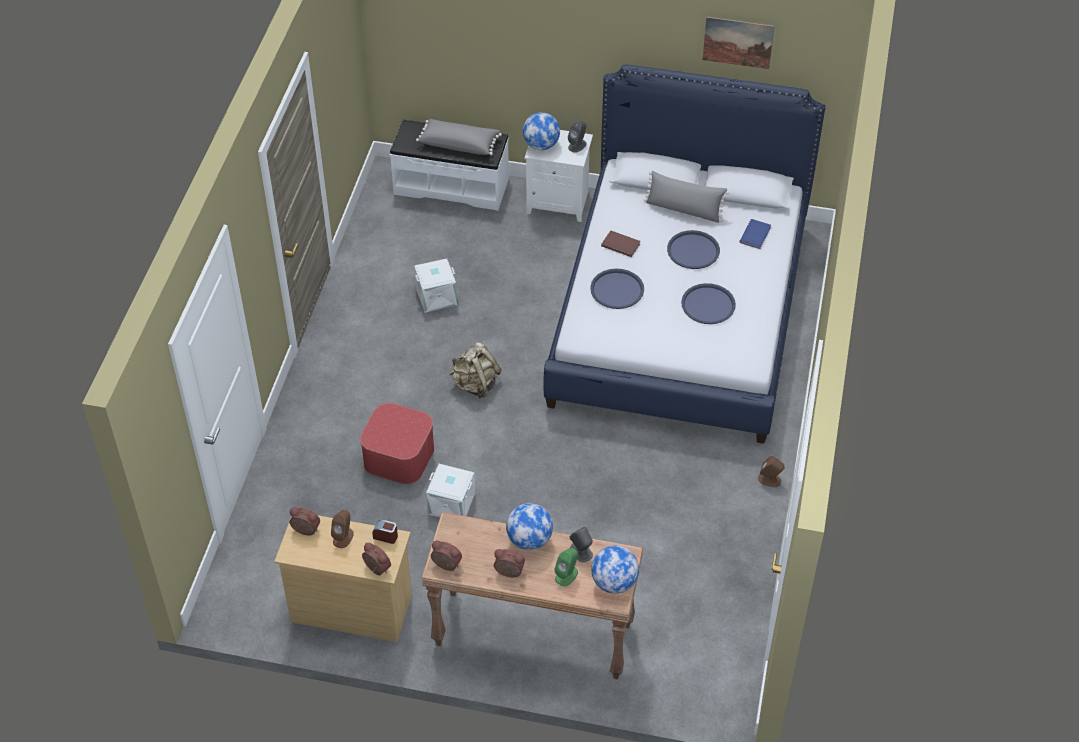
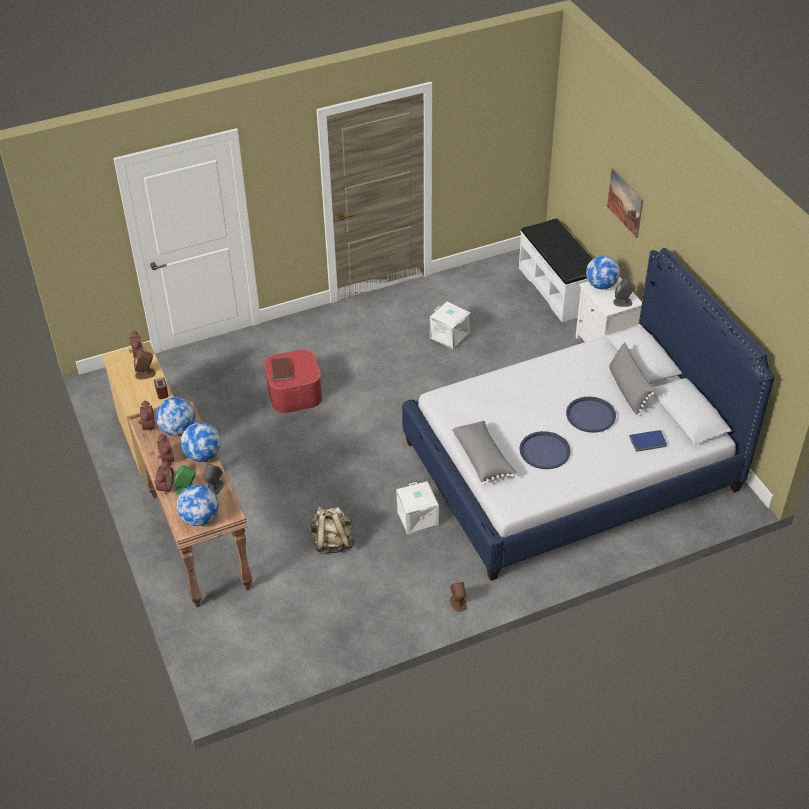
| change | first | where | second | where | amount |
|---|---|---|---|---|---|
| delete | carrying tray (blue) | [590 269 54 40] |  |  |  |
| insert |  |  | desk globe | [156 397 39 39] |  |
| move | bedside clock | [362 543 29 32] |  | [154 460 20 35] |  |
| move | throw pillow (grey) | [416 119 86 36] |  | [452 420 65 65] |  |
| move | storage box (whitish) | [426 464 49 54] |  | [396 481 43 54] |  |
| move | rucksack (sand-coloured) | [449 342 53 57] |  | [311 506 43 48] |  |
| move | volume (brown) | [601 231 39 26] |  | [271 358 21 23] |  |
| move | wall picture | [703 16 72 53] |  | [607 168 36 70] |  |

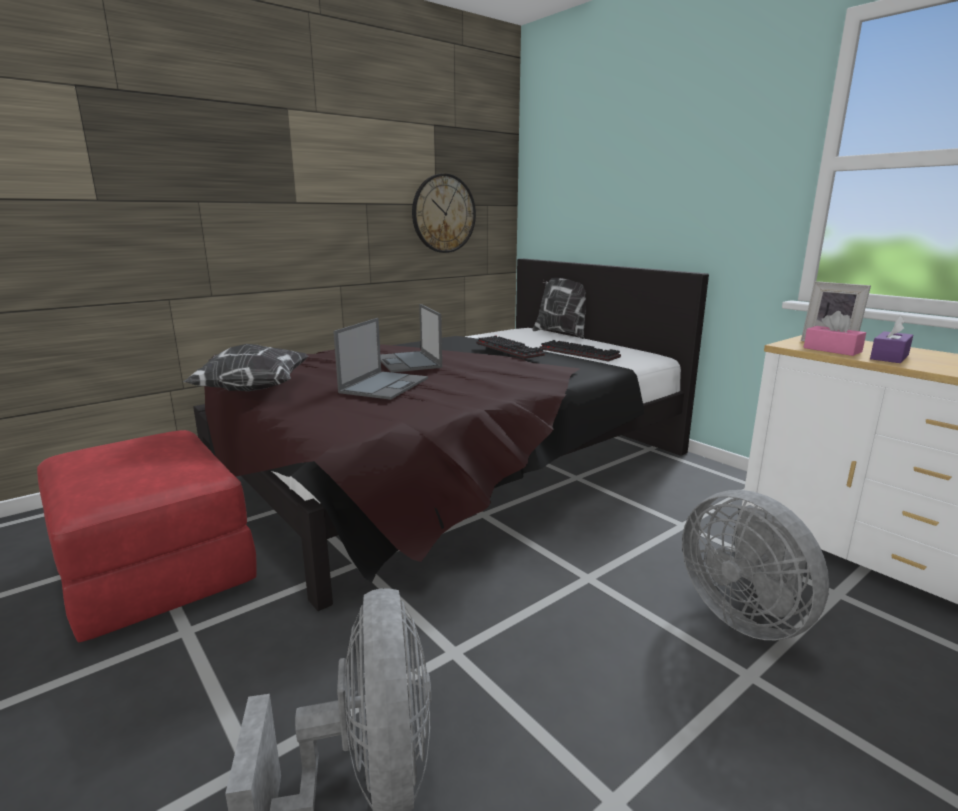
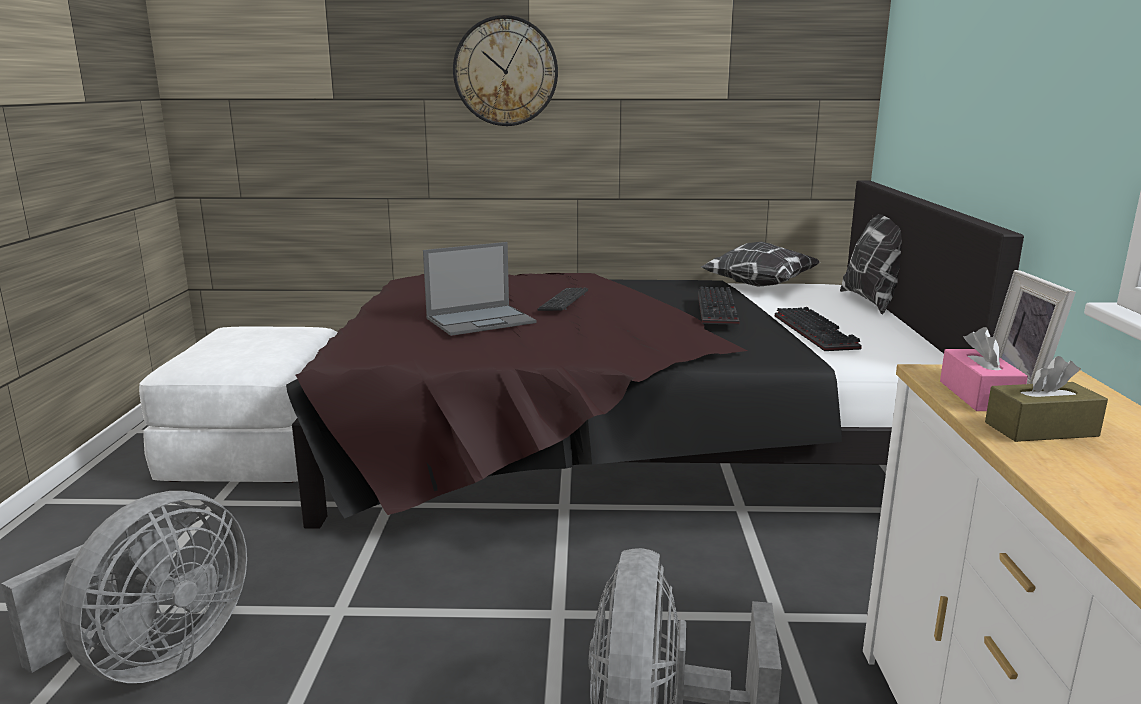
| change | first | where | second | where | amount |
|---|---|---|---|---|---|
| move | throw pillow | [183 344 125 47] |  | [701 242 119 45] |  |
| move | wall clock | [412 173 64 80] |  | [453 15 105 111] |  |
| replace | laptop | [380 304 62 68] | keyboard | [538 287 50 24] |  |
| recolor | footrest (red) | [37 430 220 212] | footrest (whitish) | [139 326 198 157] |  |
| recolor | box of tissues (purplish) | [870 316 43 47] | box of tissues (brown) | [985 356 123 86] |  |

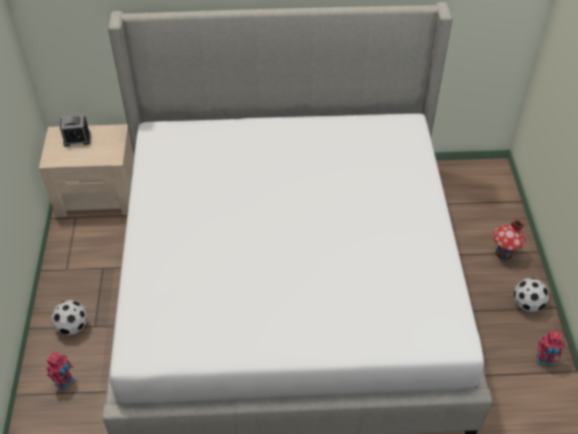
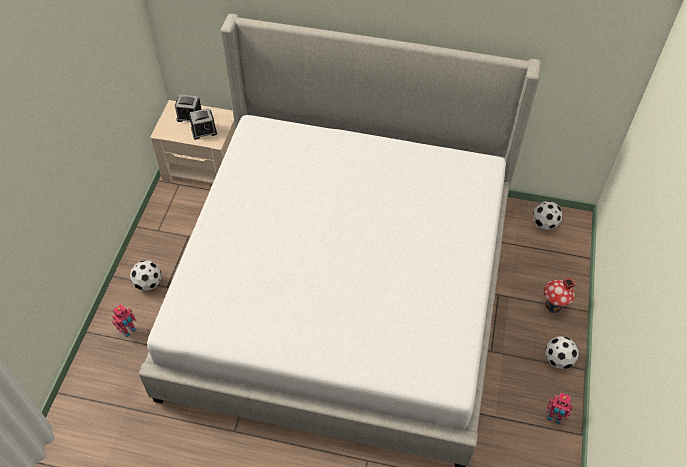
| change | first | where | second | where | amount |
|---|---|---|---|---|---|
| insert |  |  | bedside clock | [189 108 28 32] |  |
| insert |  |  | football ball | [533 201 29 29] |  |

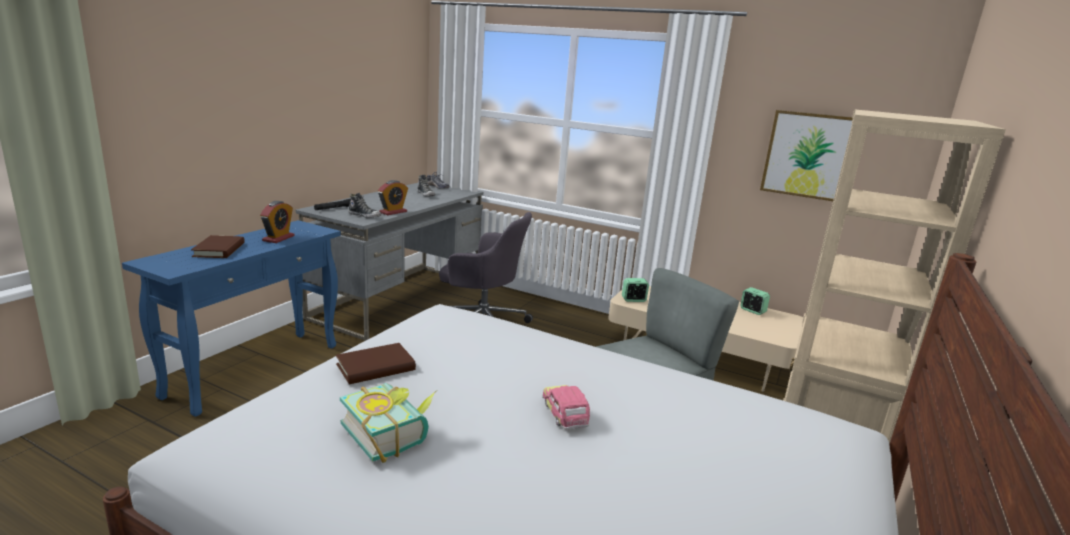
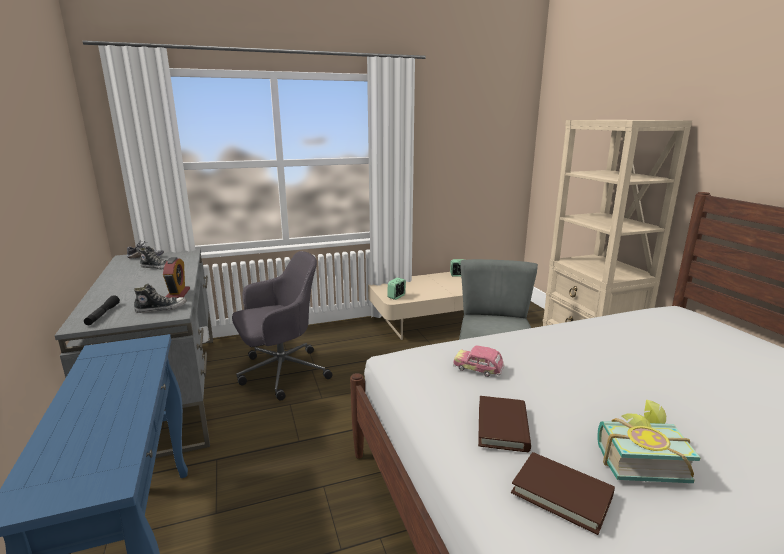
| change | first | where | second | where | amount |
|---|---|---|---|---|---|
| delete | bedside clock | [260 201 35 42] |  |  |  |
| delete | wall picture | [760 110 93 91] |  |  |  |
| move | volume (brown) | [191 235 54 23] |  | [511 452 104 83] |  |
| move | toy car | [542 385 48 45] |  | [453 345 52 32] |  |

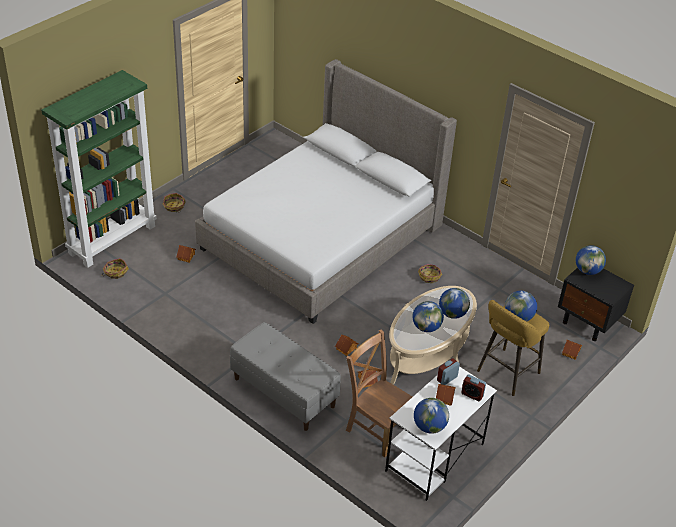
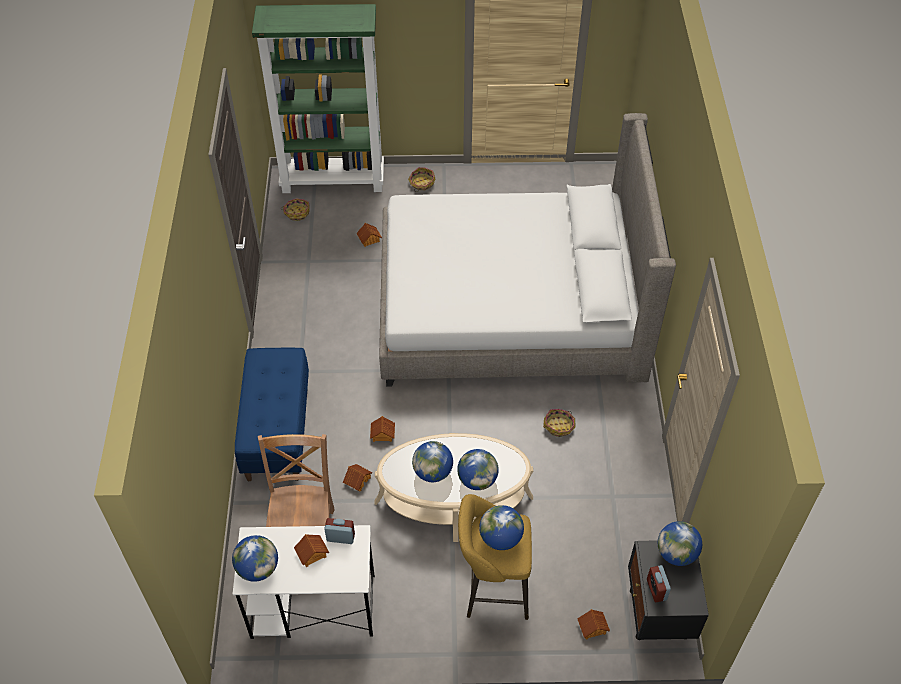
| change | first | where | second | where | amount |
|---|---|---|---|---|---|
| move | bedside clock | [461 375 25 27] |  | [647 565 24 37] |  |
| recolor | bench (grey) | [230 322 111 109] | bench (blue) | [235 348 74 133] |  |

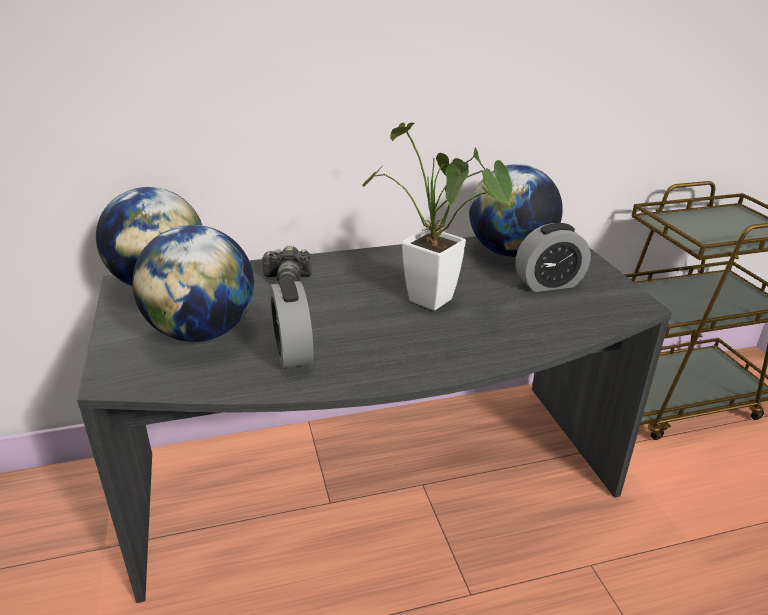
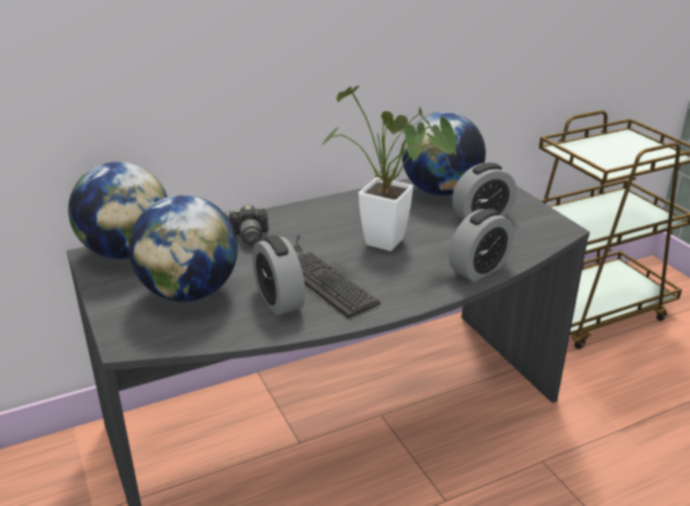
| change | first | where | second | where | amount |
|---|---|---|---|---|---|
| insert |  |  | keyboard | [293 235 88 83] |  |
| insert |  |  | bedside clock | [449 209 65 73] |  |

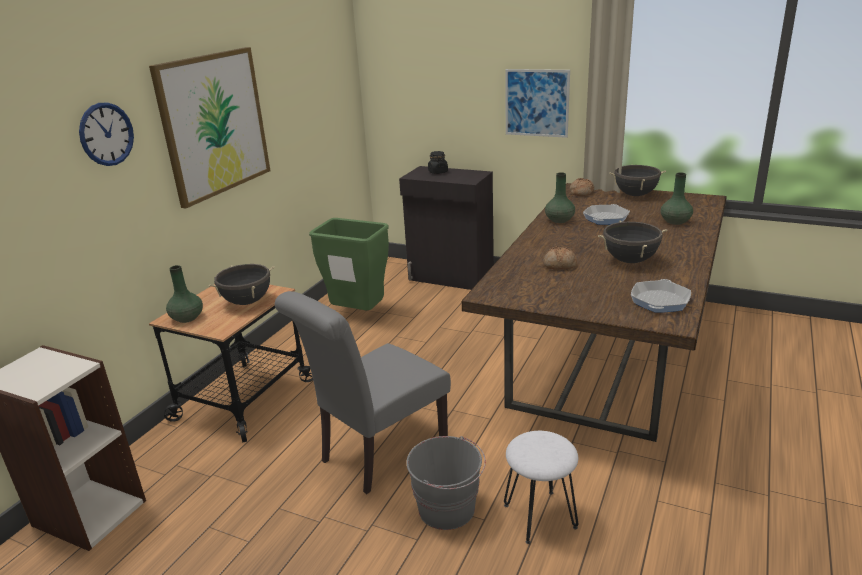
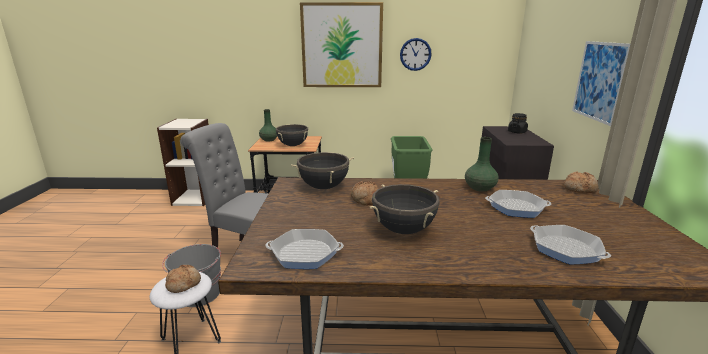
| change | first | where | second | where | amount |
|---|---|---|---|---|---|
| insert |  |  | bread | [165 265 36 28] |  |
| move | wall clock | [79 103 55 63] |  | [400 38 32 33] |  |
| move | saucepot (black) | [609 164 57 32] |  | [291 152 63 37] |  |
| replace | vase (green) | [661 172 32 53] | frying pan | [530 225 81 39] |  |

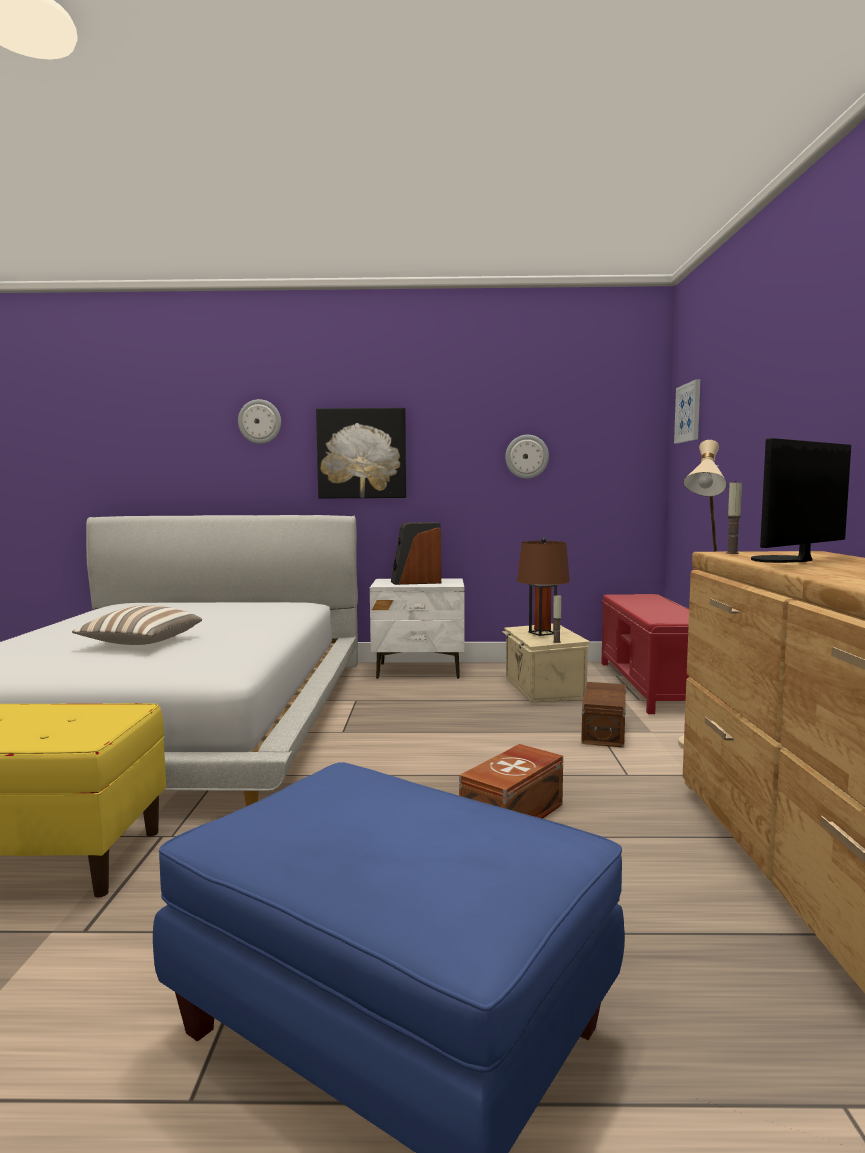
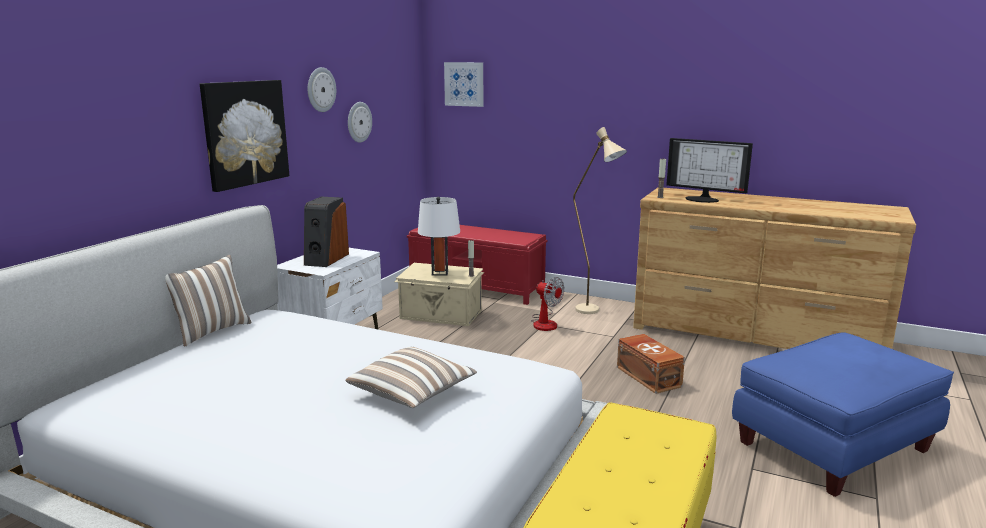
| change | first | where | second | where | amount |
|---|---|---|---|---|---|
| insert |  |  | throw pillow | [165 255 86 92] |  |
| move | wall clock | [238 399 43 45] |  | [308 67 28 45] |  |
| replace | storage box (brown) | [581 682 45 66] | cooling fan | [531 277 34 54] |  |
| recolor | tabletop lamp (brown) | [517 537 53 99] | tabletop lamp (whitish) | [418 197 42 78] |  |
| rotate | computer display | [751 438 100 125] |  | [666 138 87 65] | 45 degrees counterclockwise |

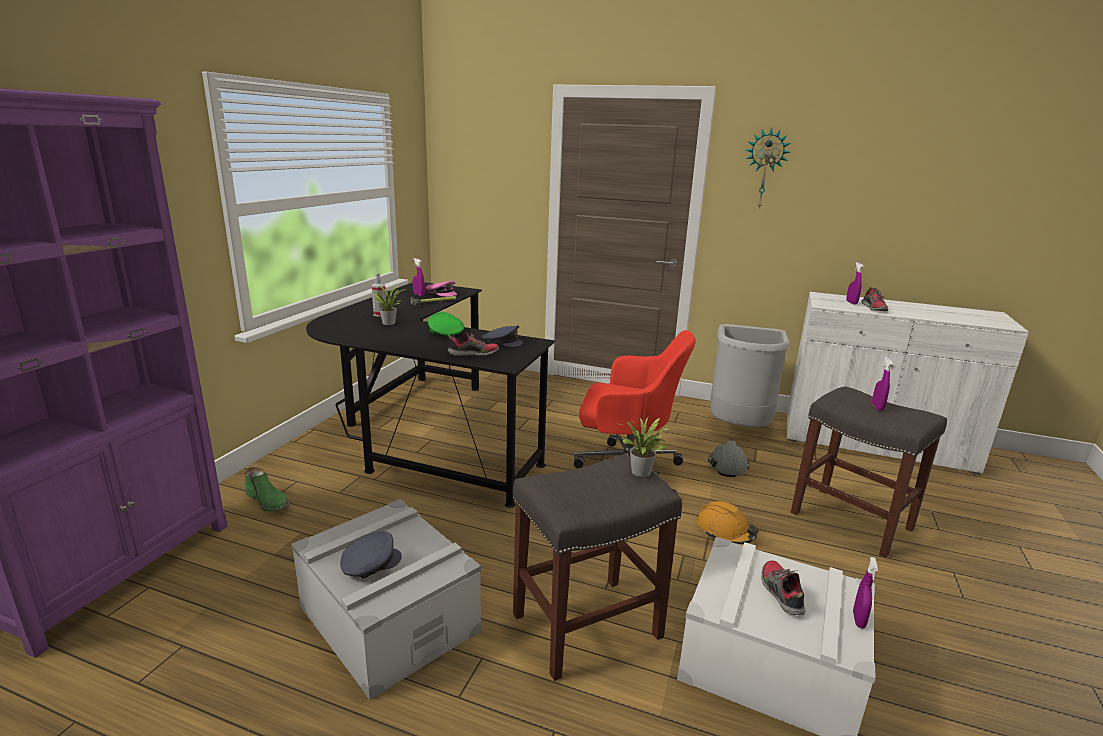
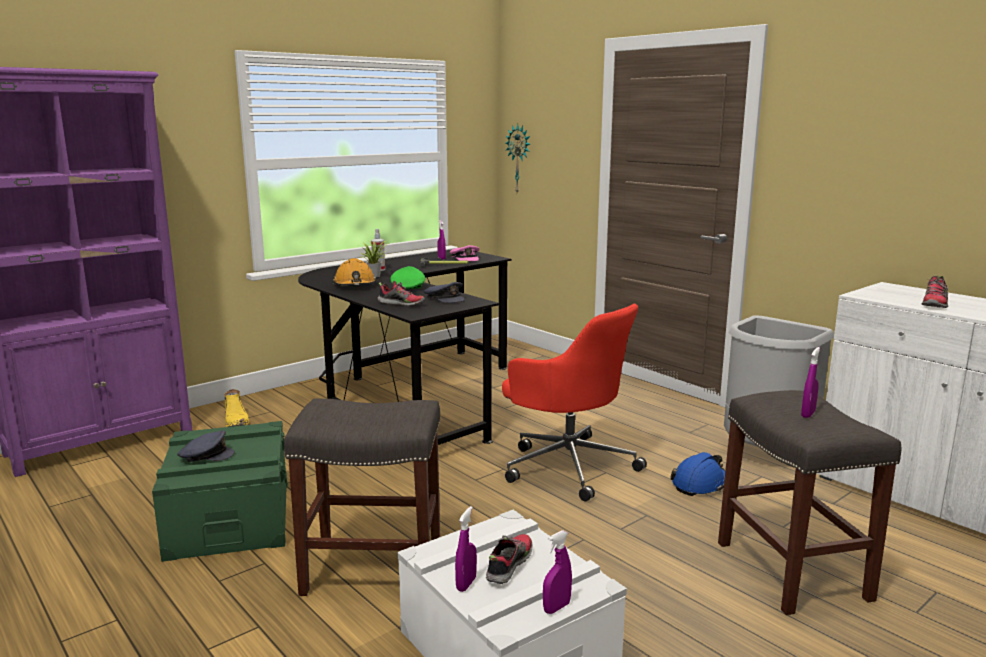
| change | first | where | second | where | amount |
|---|---|---|---|---|---|
| delete | plant in a pot | [620 417 49 60] |  |  |  |
| move | work helmet (orange-coloured) | [697 501 62 43] |  | [333 258 43 28] |  |
| move | wall clock | [746 128 44 81] |  | [505 124 25 69] |  |
| move | hand sprayer (purplish) | [846 262 18 43] |  | [455 506 22 86] |  |
| recolor | high-top boot (green) | [244 467 46 45] | high-top boot (yellow-coloured) | [224 389 25 38] |  |
| recolor | storage box (grey) | [291 499 191 201] | storage box (green) | [152 421 136 141] |  |
| recolor | work helmet (grey) | [708 439 42 38] | work helmet (blue) | [670 452 55 44] |  |

